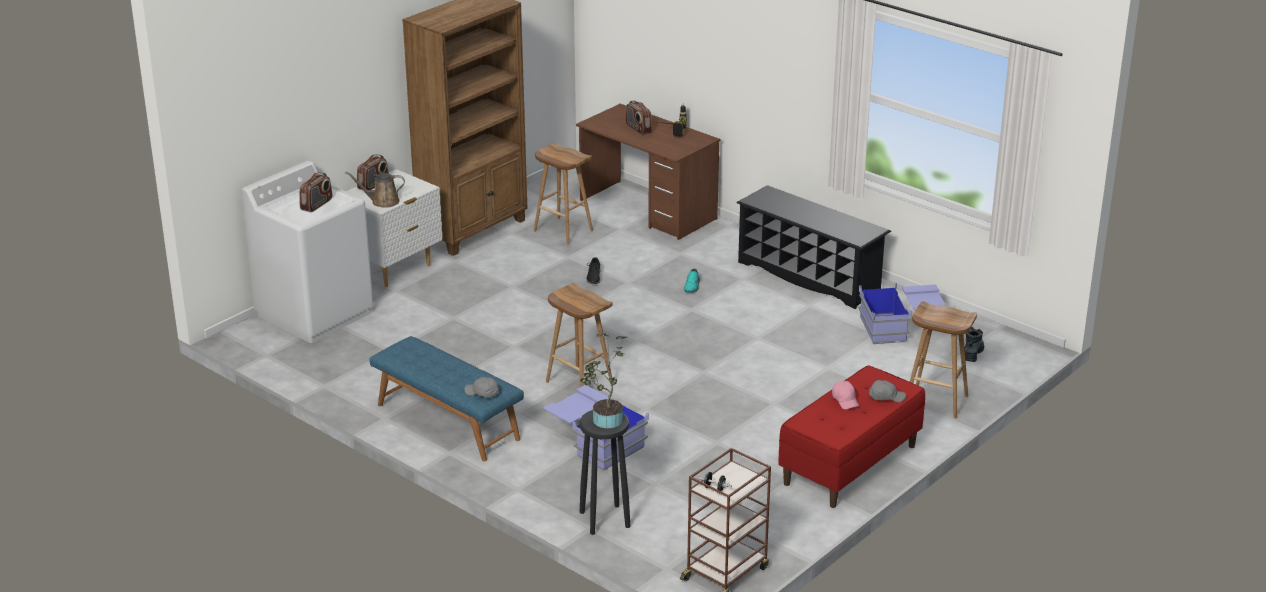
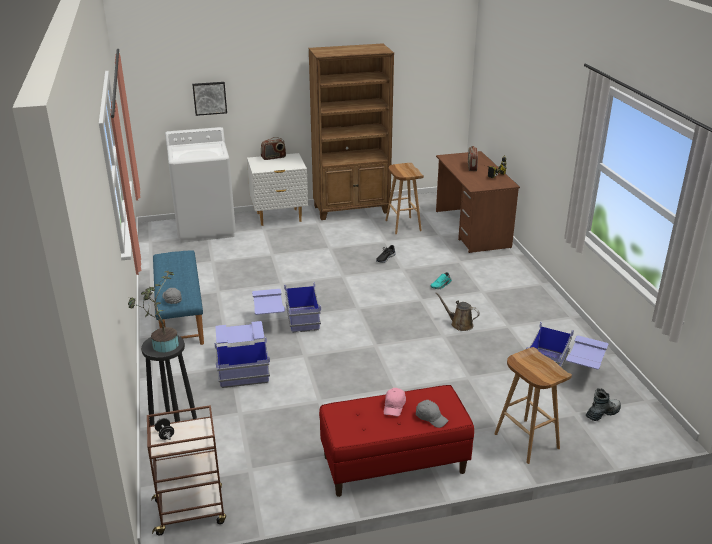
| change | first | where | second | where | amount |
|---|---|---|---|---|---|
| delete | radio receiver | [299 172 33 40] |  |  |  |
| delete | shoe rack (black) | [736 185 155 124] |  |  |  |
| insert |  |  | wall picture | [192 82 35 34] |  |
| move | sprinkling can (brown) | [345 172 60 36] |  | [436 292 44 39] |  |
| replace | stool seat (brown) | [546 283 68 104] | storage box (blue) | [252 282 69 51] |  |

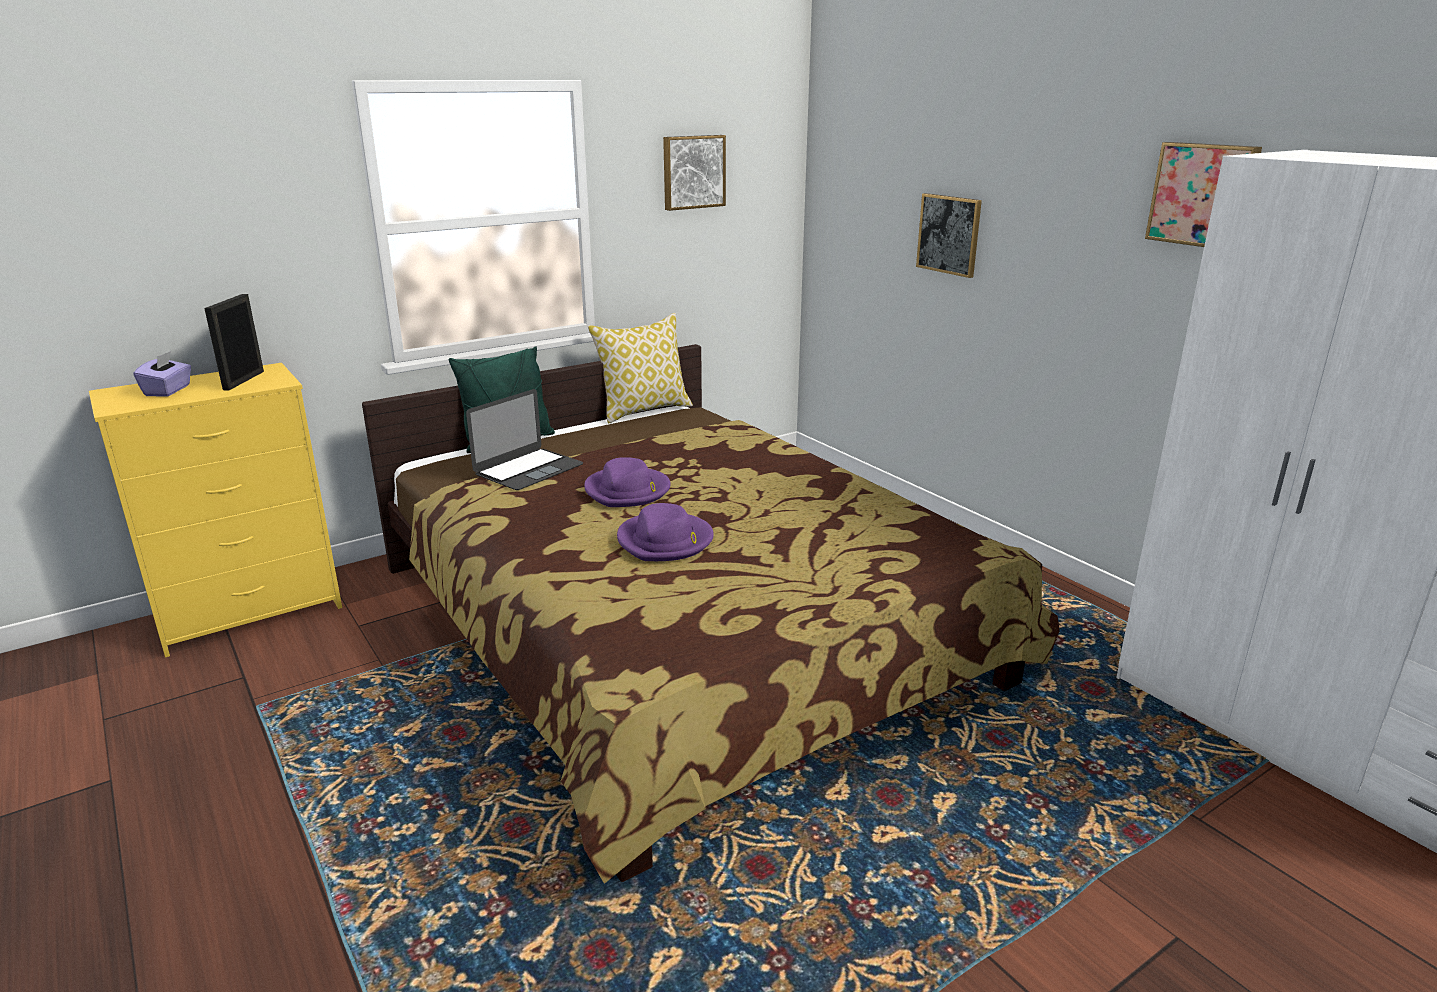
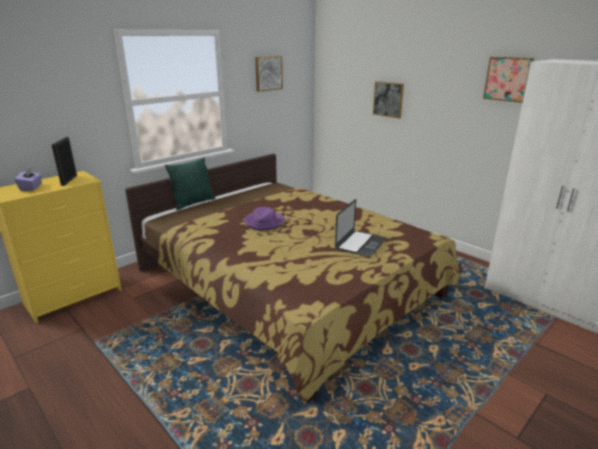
| change | first | where | second | where | amount |
|---|---|---|---|---|---|
| delete | throw pillow | [588 313 105 111] |  |  |  |
| delete | hat (purplish) | [617 503 97 58] |  |  |  |
| move | laptop | [466 389 117 101] |  | [335 199 52 58] |  |

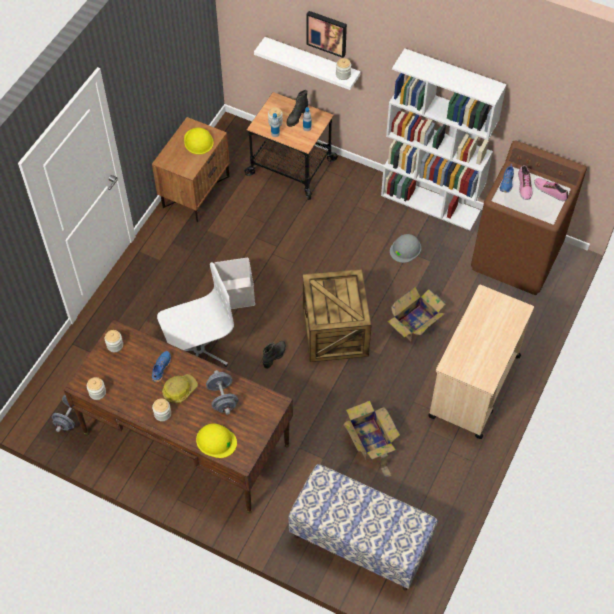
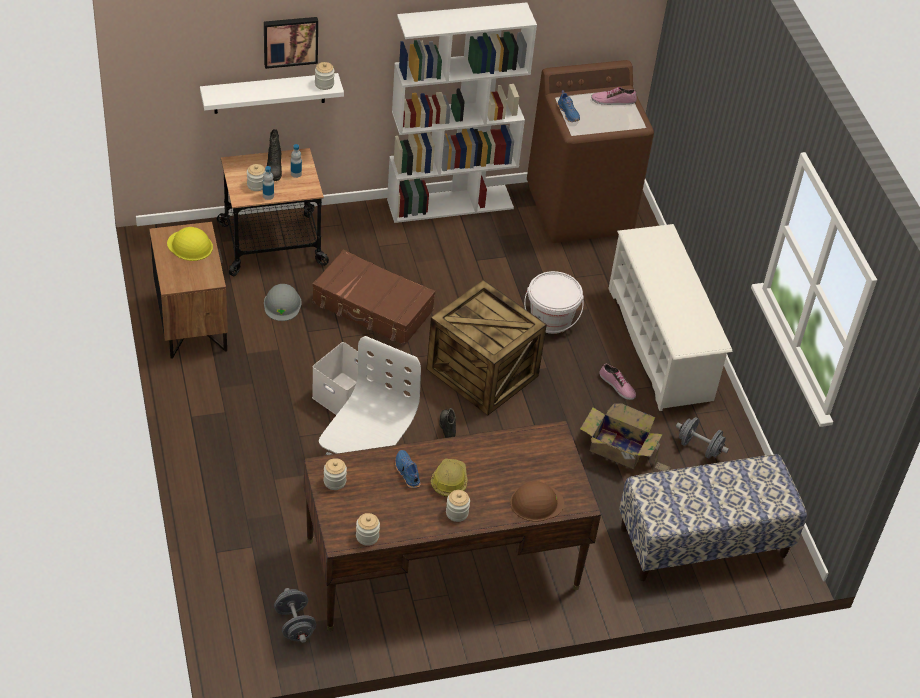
| change | first | where | second | where | amount |
|---|---|---|---|---|---|
| insert |  |  | suitcase (brown) | [312 249 123 97] |  |
| move | dumbbell (grey) | [206 370 32 45] |  | [676 417 53 42] |  |
| move | work helmet (grey) | [390 234 31 29] |  | [264 284 37 37] |  |
| move | item of footwear | [518 165 14 35] |  | [599 363 37 37] |  |
| replace | carton | [387 287 60 54] | bucket (whitish) | [524 271 60 63] |  |
| replace | cart (sand-coloured) | [428 285 106 154] | shoe rack (whitish) | [608 224 124 187] |  |
| recolor | work helmet (yellow-coloured) | [196 423 41 35] | work helmet (brown) | [510 481 54 41] |  |

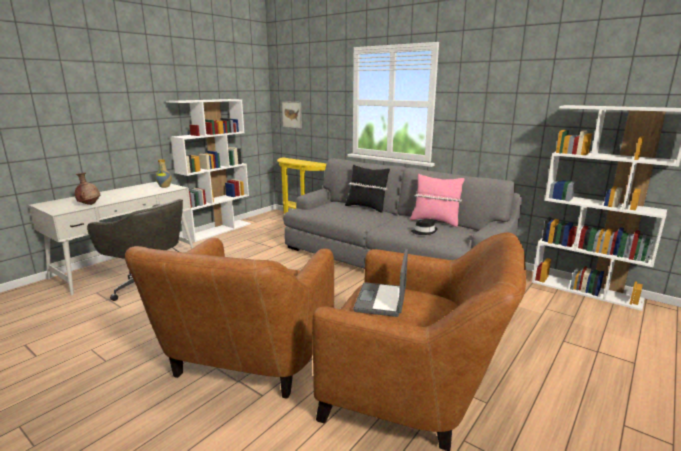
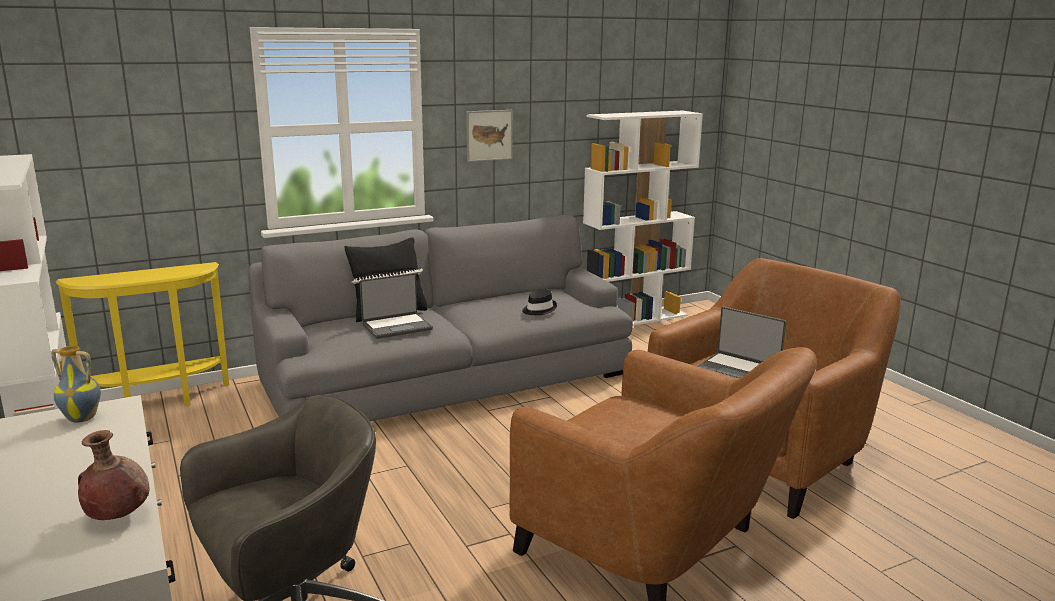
| change | first | where | second | where | amount |
|---|---|---|---|---|---|
| delete | throw pillow (pink-coloured) | [410 174 55 53] |  |  |  |
| insert |  |  | laptop | [360 273 73 66] |  |
| move | wall picture | [282 101 20 28] |  | [467 110 46 52] |  |

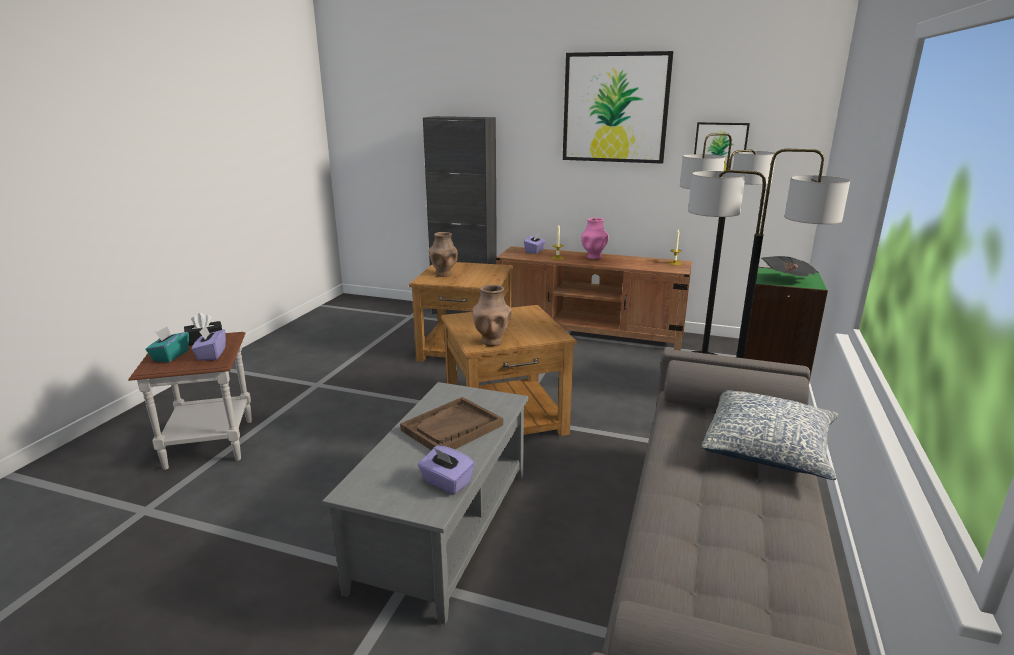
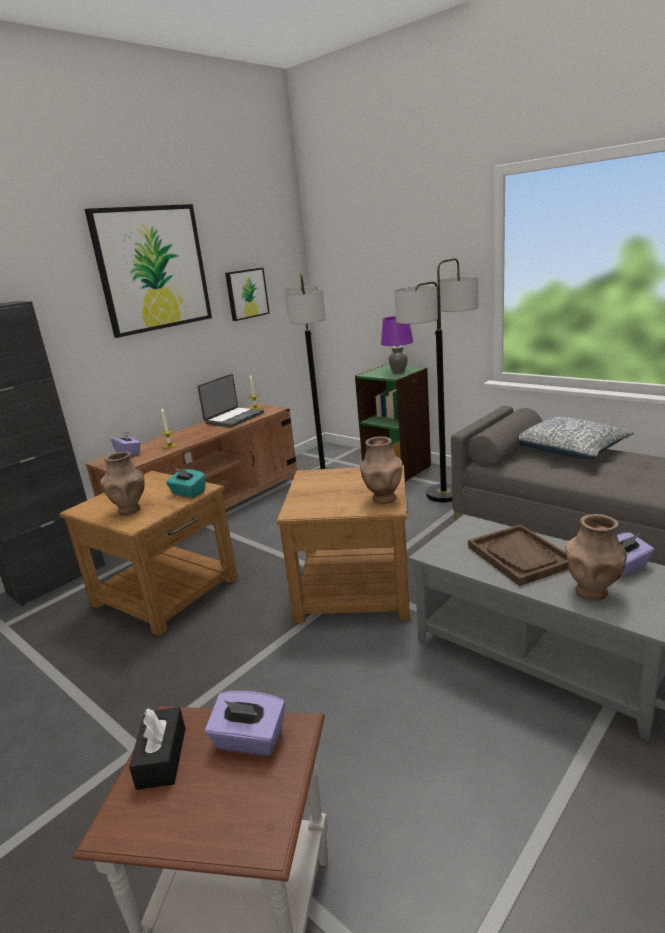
| change | first | where | second | where | amount |
|---|---|---|---|---|---|
| delete | vase (pink-coloured) | [581 218 28 41] |  |  |  |
| insert |  |  | laptop | [197 374 67 53] |  |
| insert |  |  | vase (brown) | [565 514 62 87] |  |
| move | box of tissues (blue-green) | [146 327 43 35] |  | [166 468 40 30] |  |
| replace | daily paper | [761 256 57 20] | tabletop lamp (purplish) | [381 316 33 58] |  |

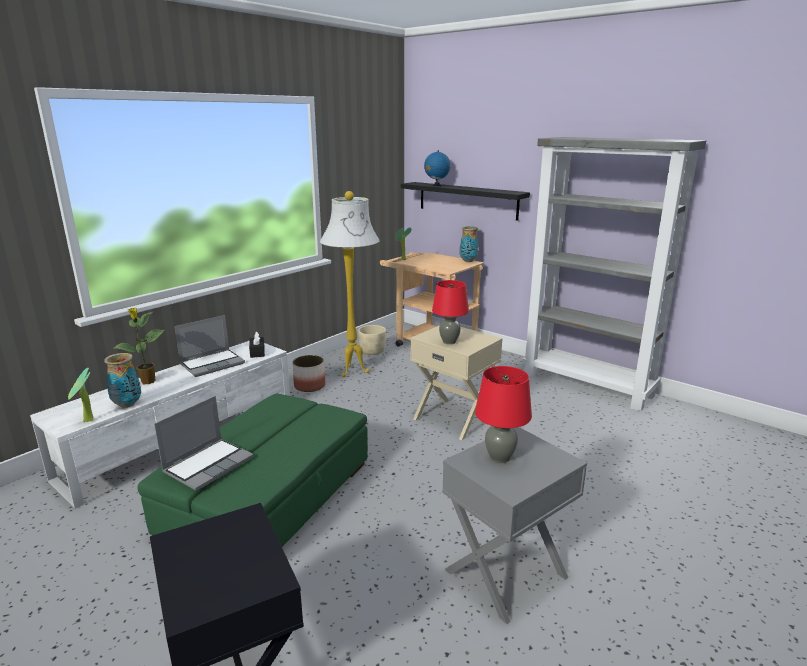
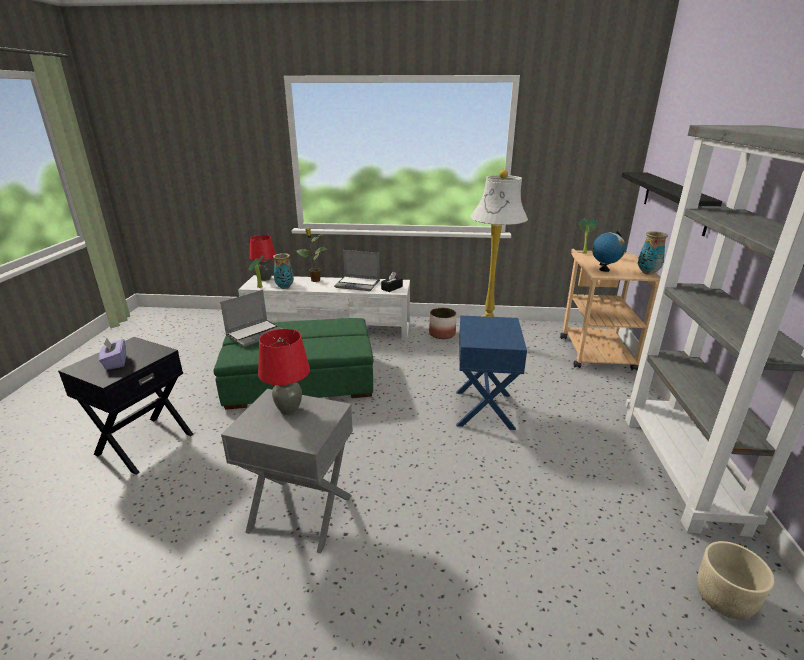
| change | first | where | second | where | amount |
|---|---|---|---|---|---|
| insert |  |  | box of tissues (purplish) | [99 337 27 33] |  |
| move | flower pot (sand-coloured) | [358 325 28 30] |  | [697 541 77 78] |  |
| move | desk globe | [424 150 27 36] |  | [592 231 34 41] |  |
| move | tabletop lamp (red) | [432 280 37 64] |  | [250 235 26 46] |  |
| recolor | end table (sand-coloured) | [410 325 93 115] | end table (blue) | [456 316 71 114] |  |
| rotate | laptop | [154 396 100 95] |  | [220 290 62 57] | 45 degrees counterclockwise |

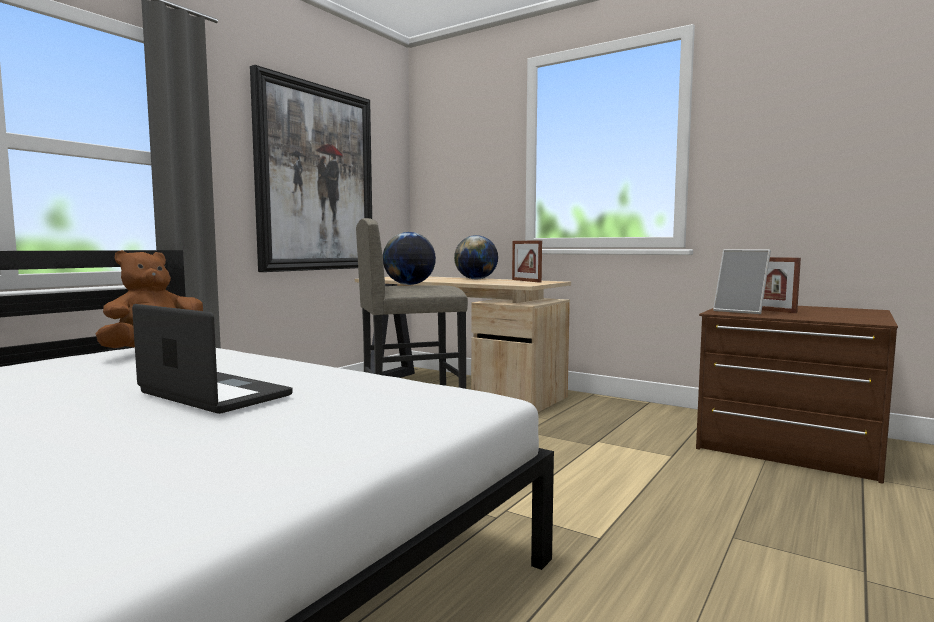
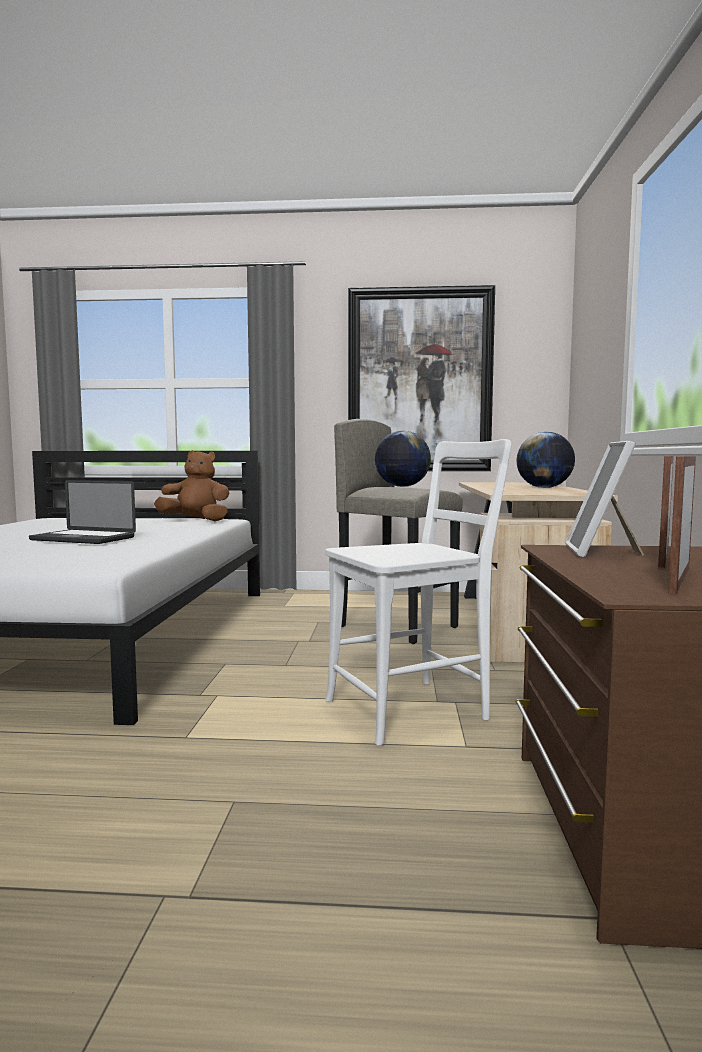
| change | first | where | second | where | amount |
|---|---|---|---|---|---|
| insert |  |  | plain chair (whitish) | [325 439 186 307] |  |
| move | photo frame | [512 240 30 43] |  | [668 456 28 138] |  |
| rotate | laptop | [132 304 161 110] |  | [29 480 107 64] | 105 degrees clockwise |

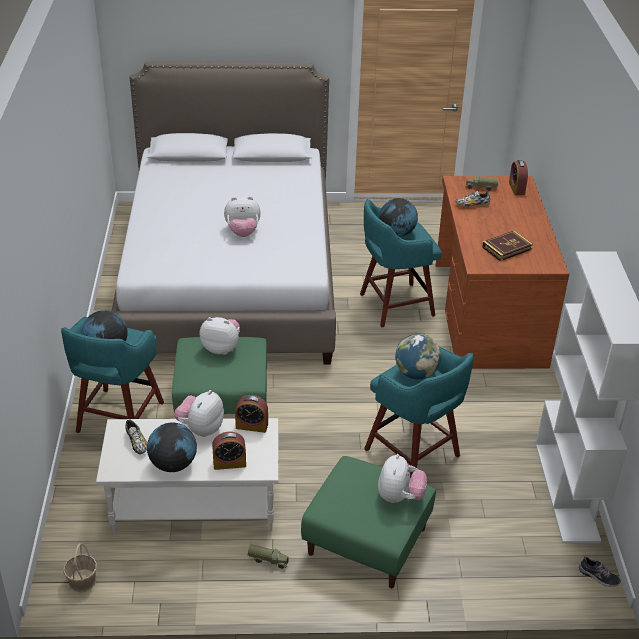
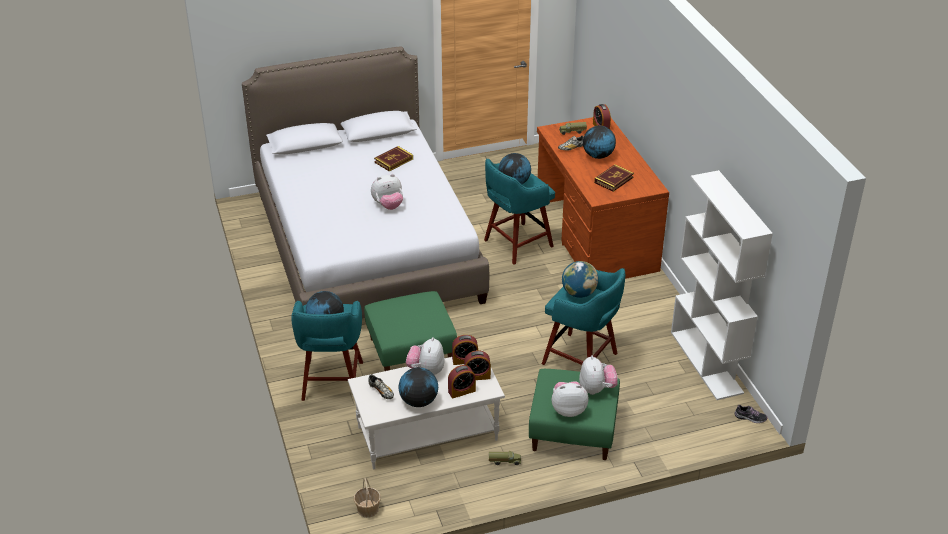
| change | first | where | second | where | amount |
|---|---|---|---|---|---|
| insert |  |  | volume | [374 146 39 26] |  |
| insert |  |  | bedside clock | [464 350 27 30] |  |
| insert |  |  | desk globe | [583 126 33 33] |  |
| move | cuddly toy | [200 317 40 38] |  | [552 381 36 36] |  |

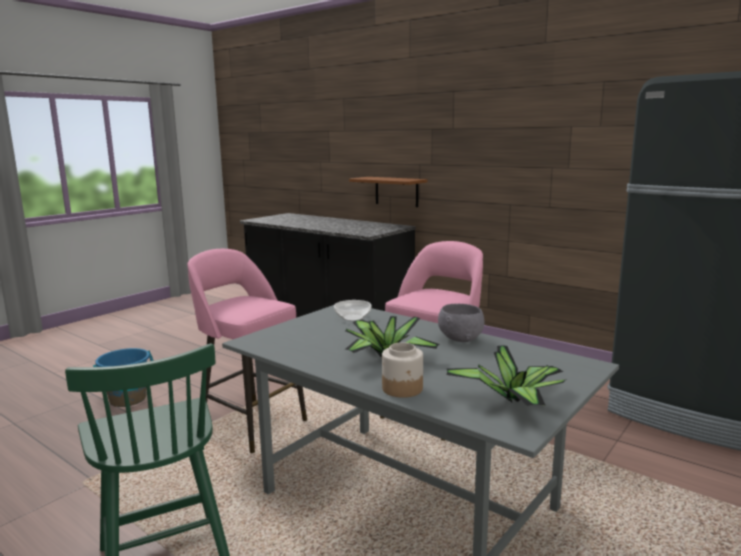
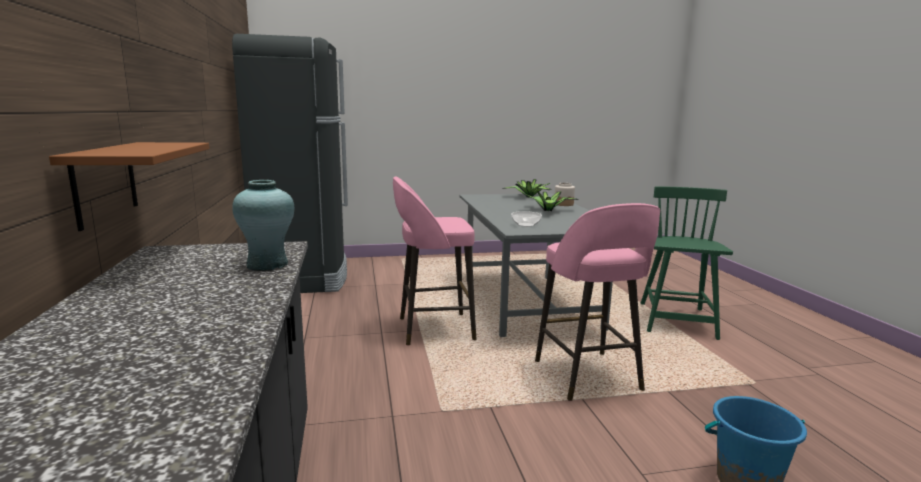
| change | first | where | second | where | amount |
|---|---|---|---|---|---|
| delete | serving bowl (grey) | [438 304 47 38] |  |  |  |
| insert |  |  | vase (blue-green) | [232 180 62 91] |  |

